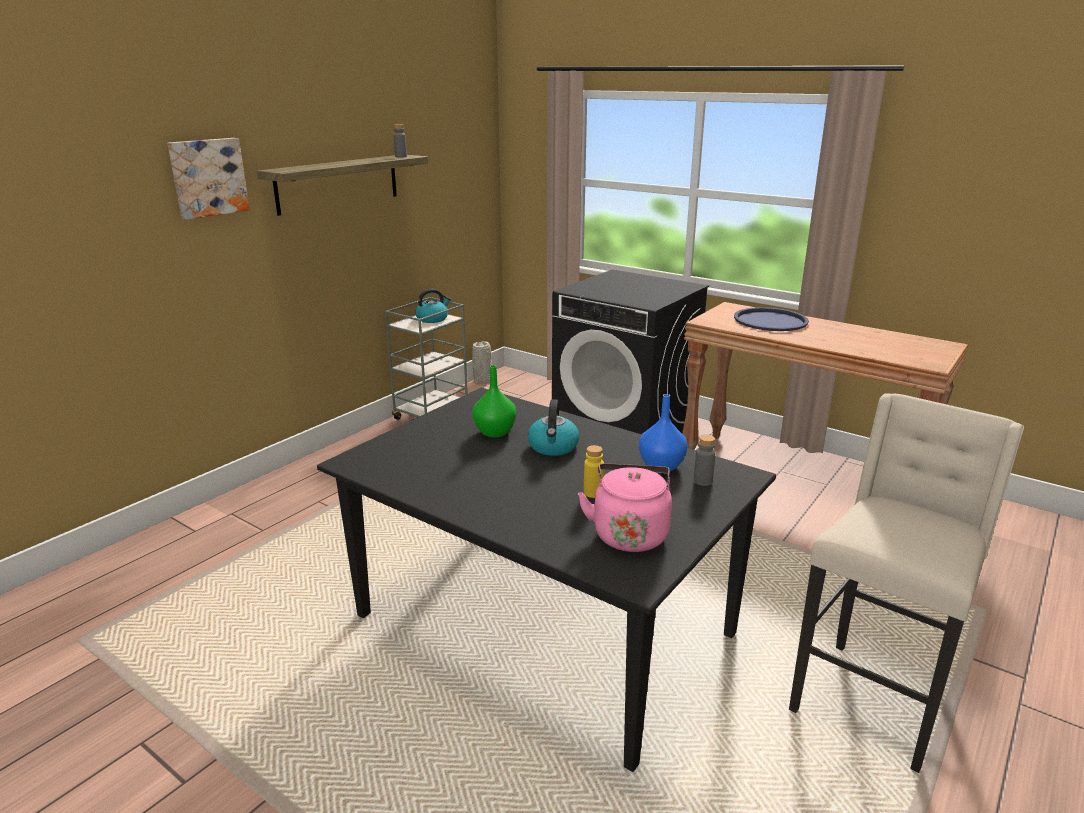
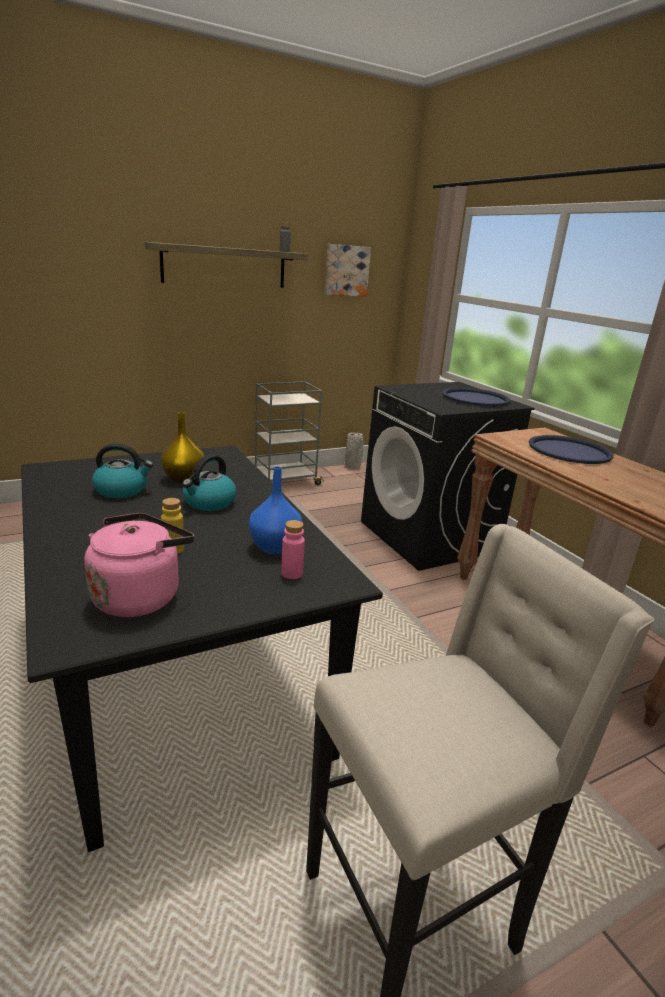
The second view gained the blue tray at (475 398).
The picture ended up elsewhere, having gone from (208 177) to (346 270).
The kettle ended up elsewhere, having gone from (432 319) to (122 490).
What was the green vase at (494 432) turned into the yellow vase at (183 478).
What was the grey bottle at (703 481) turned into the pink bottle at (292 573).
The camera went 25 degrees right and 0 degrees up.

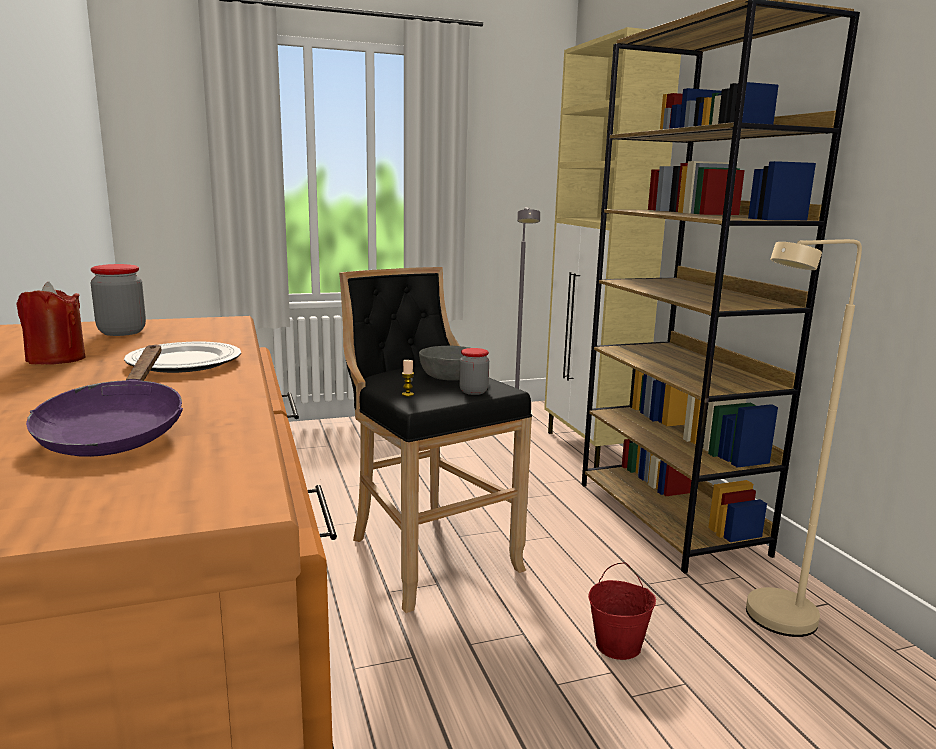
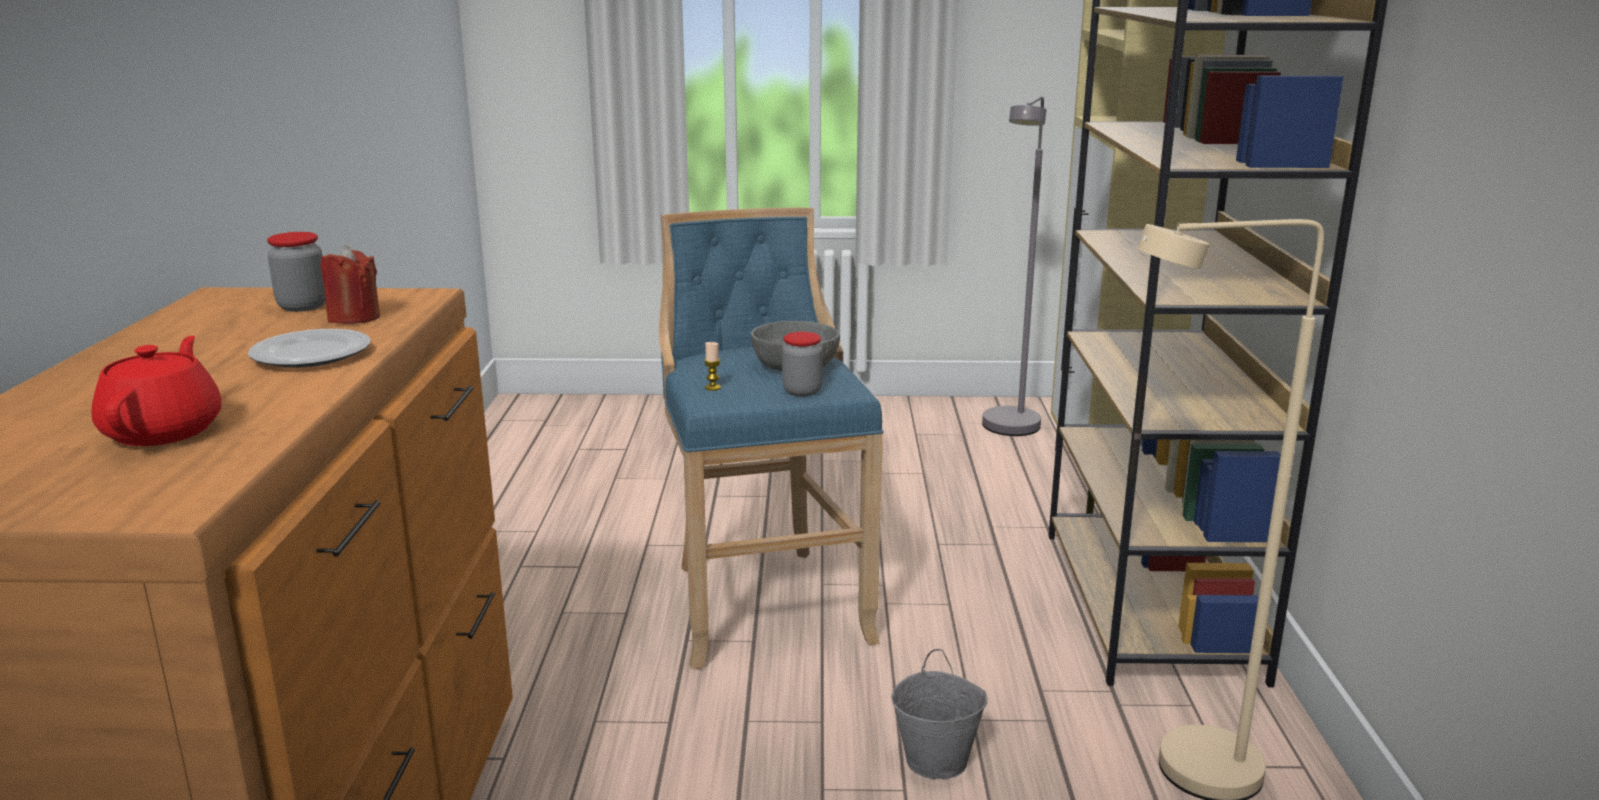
The red candle ended up elsewhere, having gone from (56 359) to (354 318).
Where the purple frying pan stood at (116 431), the red teapot came to stand at (165 431).
What was the black stool at (426 554) turned into the blue stool at (763 601).
What was the red bucket at (618 645) turned into the grey bucket at (937 760).
The camera went 20 degrees right and 5 degrees up.

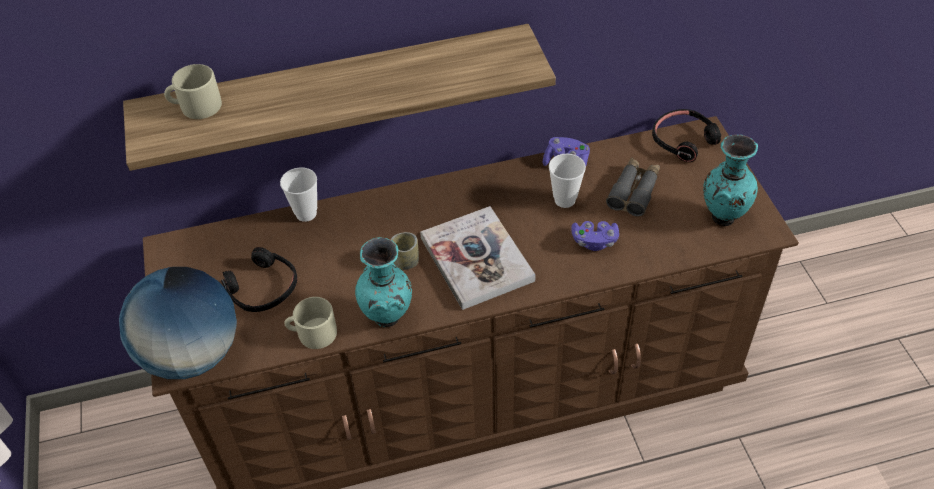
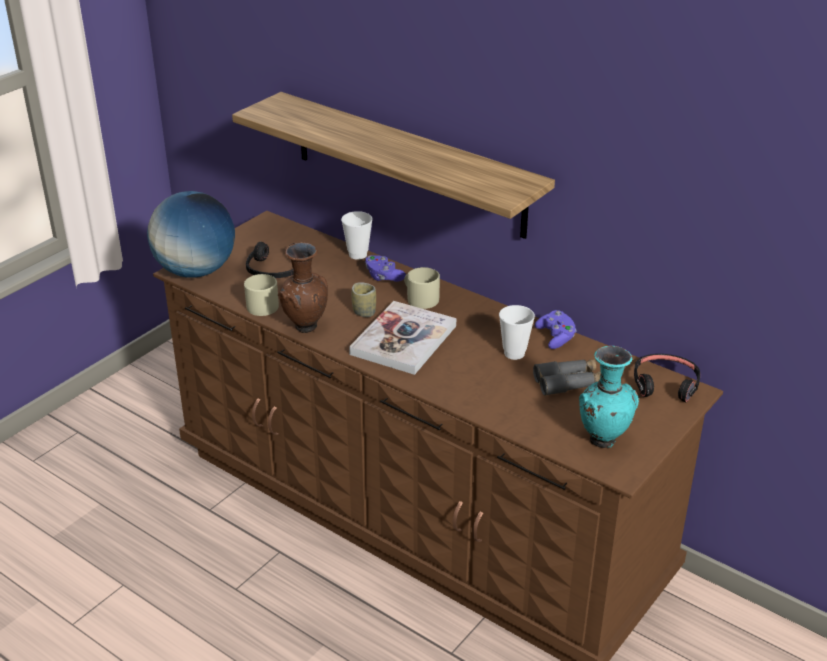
The beige mug ended up elsewhere, having gone from (196 106) to (420 298).
The purple game controller ended up elsewhere, having gone from (594 241) to (383 277).
What was the turquoise vase at (389 319) turned into the brown vase at (306 328).
The camera went 50 degrees right and 15 degrees down.

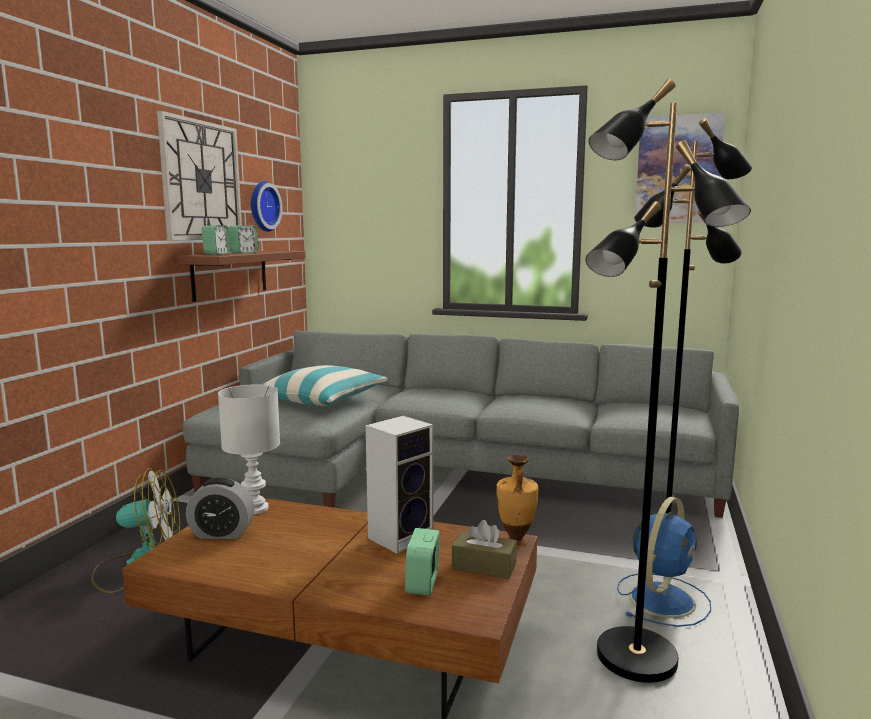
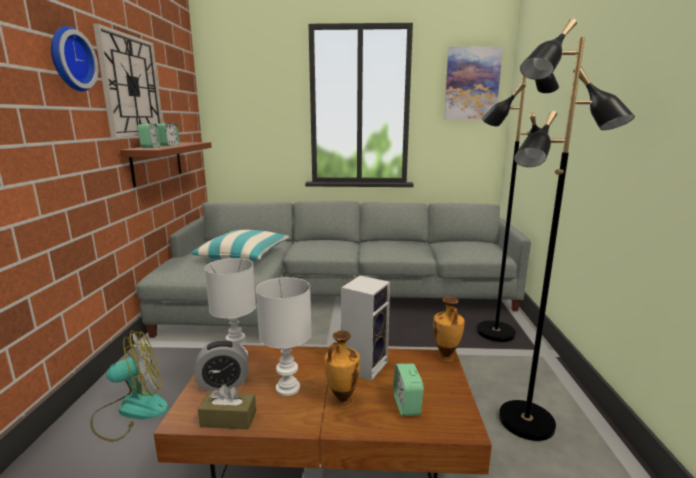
The second view lost the blue fan at (662 598).
The second view gained the white table lamp at (288 387).
The second view gained the vase at (342 402).
The wall clock ended up elsewhere, having gone from (262 206) to (69 59).
The brown tissue box ended up elsewhere, having gone from (484 566) to (228 419).
The camera went 15 degrees left and 5 degrees up.

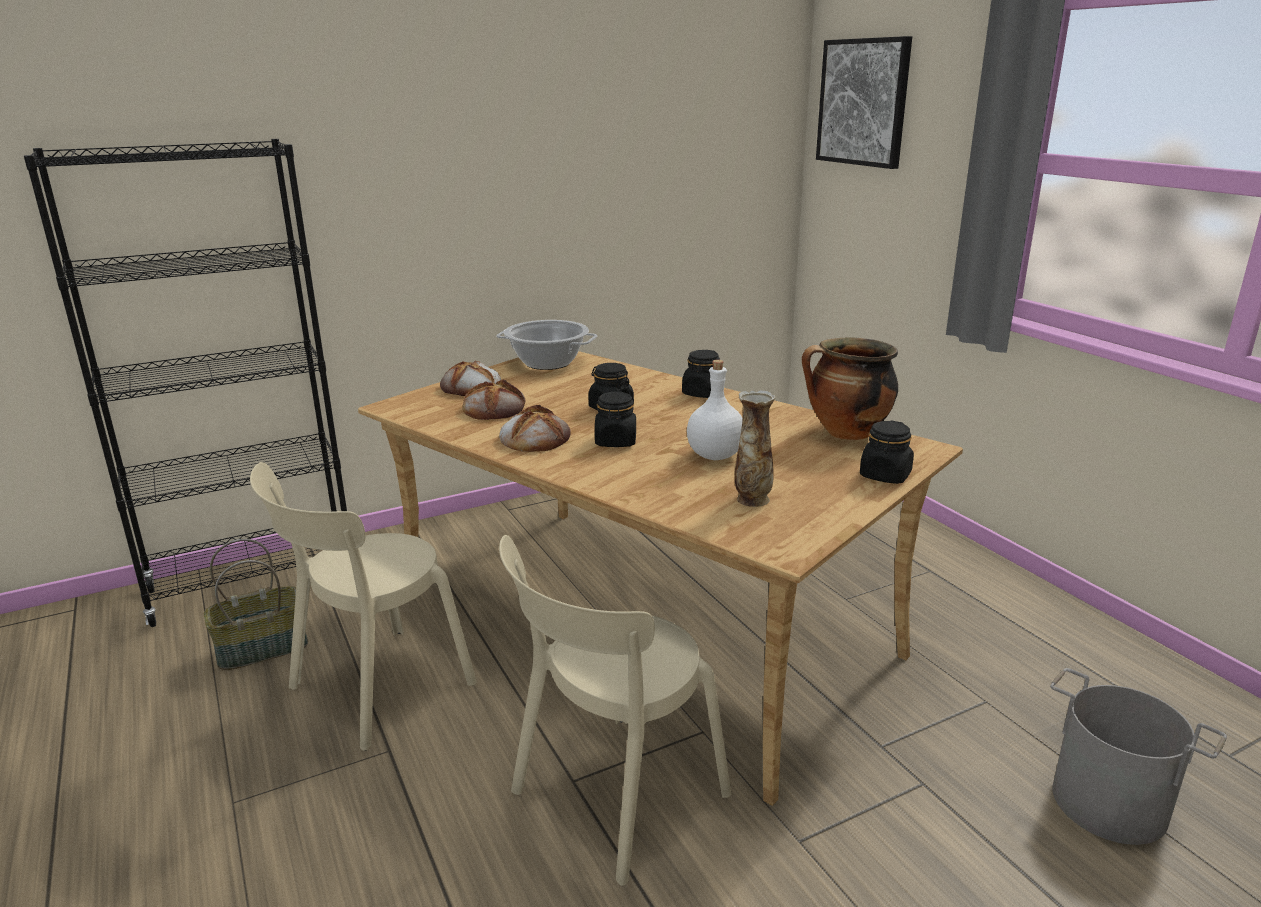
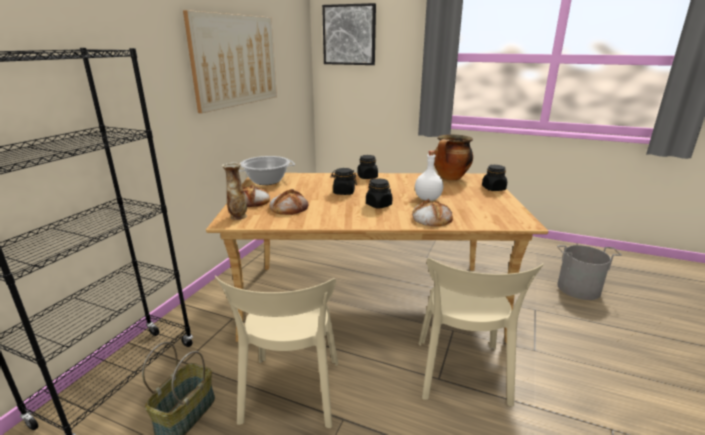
The second view gained the picture at (235 60).
The bread ended up elsewhere, having gone from (535 438) to (431 218).
The vase ended up elsewhere, having gone from (752 499) to (238 216).
The camera went 40 degrees left and 0 degrees up.

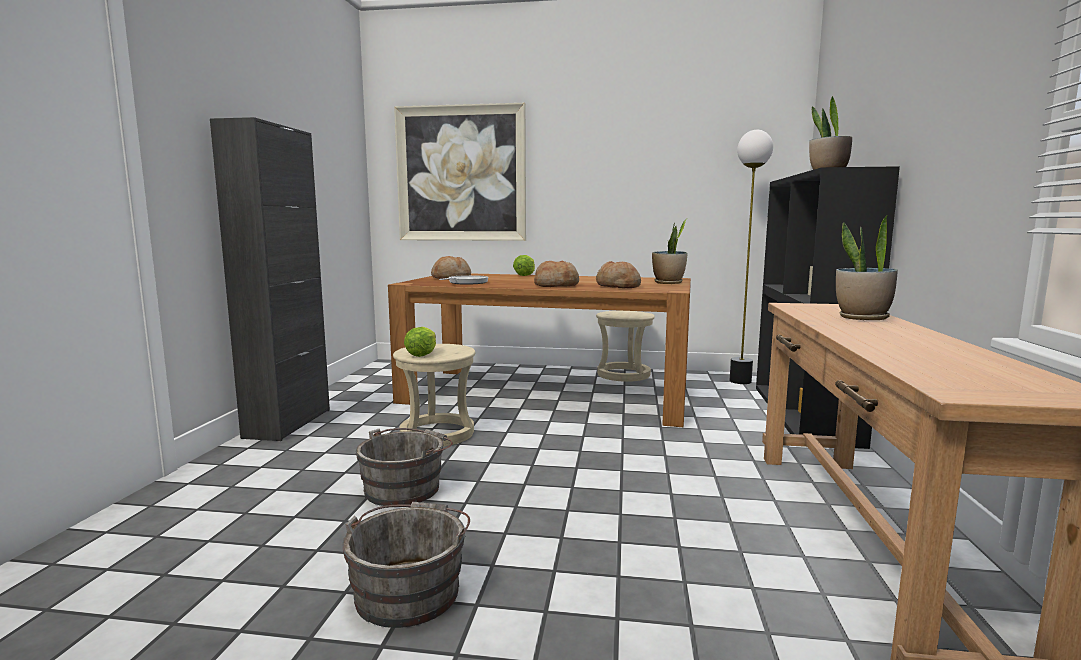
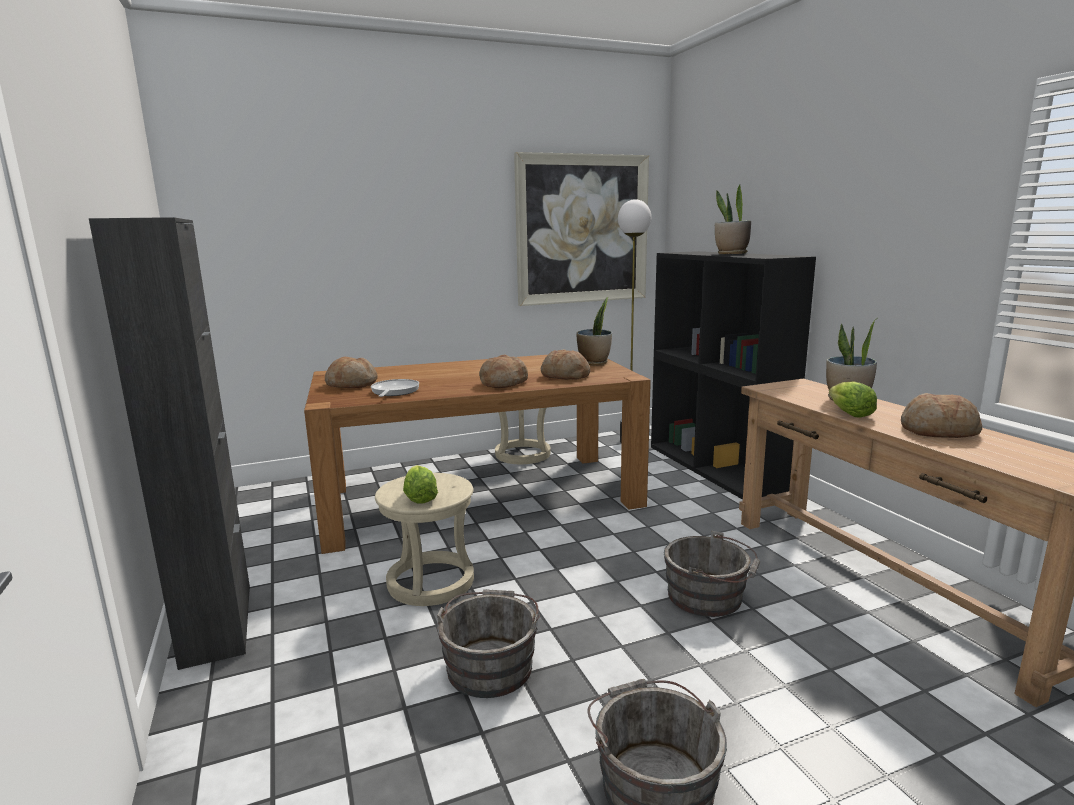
The second view gained the grey bucket at (709 597).
The second view gained the bread at (938 431).
The picture ended up elsewhere, having gone from (461 174) to (582 229).
The lettuce ended up elsewhere, having gone from (525 275) to (850 414).
The camera went 30 degrees left and 5 degrees up.

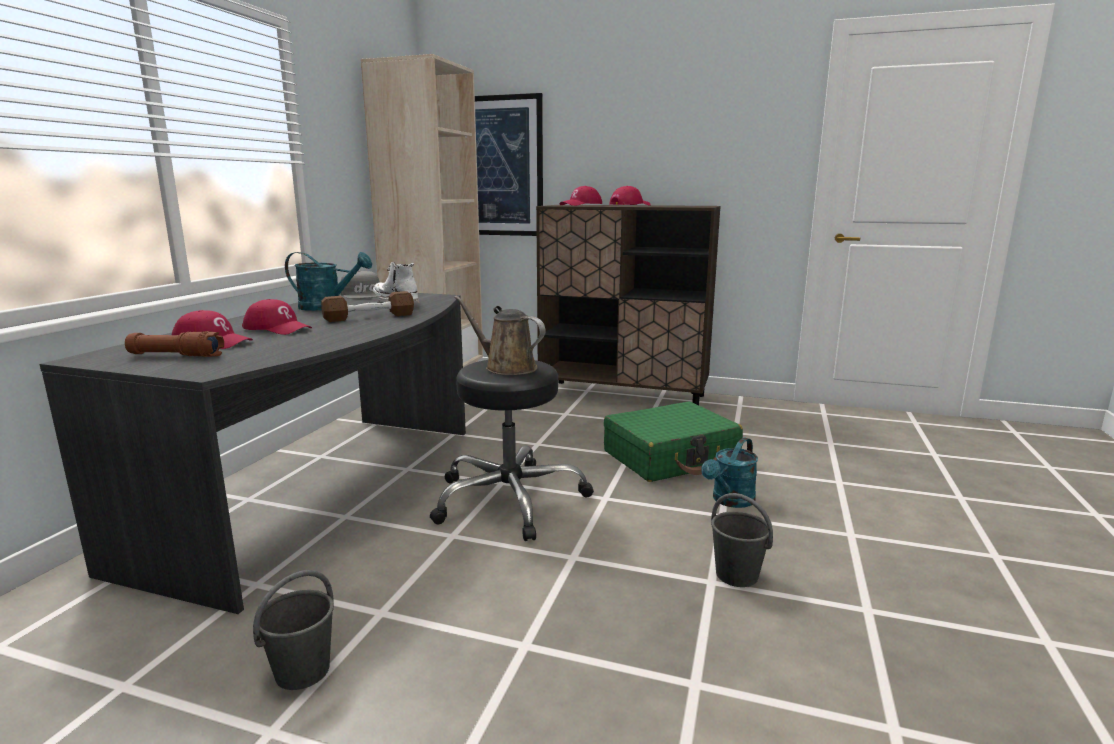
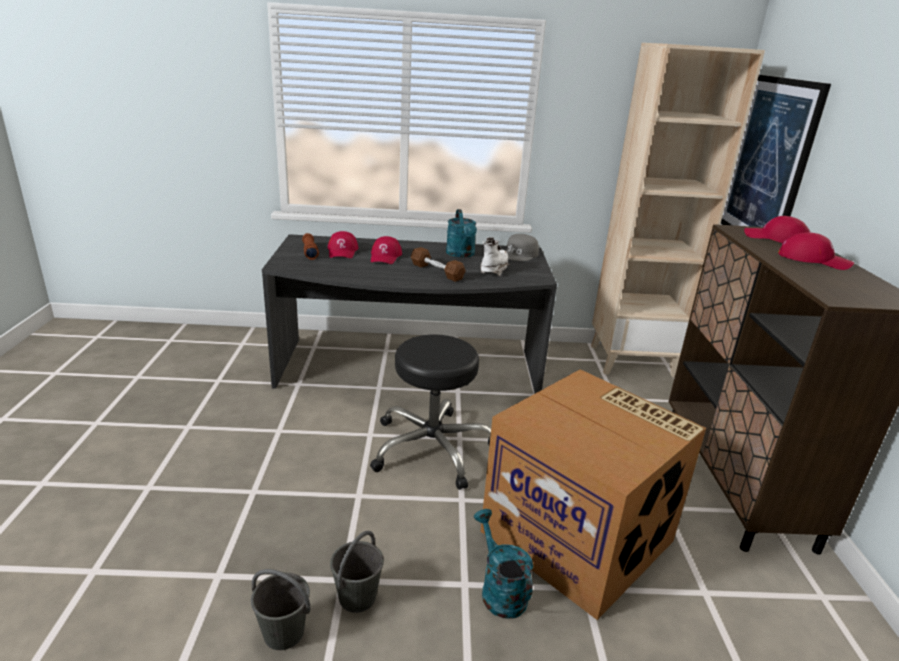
The second view lost the brown watering can at (506 367).
The grey bucket ended up elsewhere, having gone from (301 672) to (283 632).
Where the green suitcase stood at (671 457), the cardboard box came to stand at (580 536).
The turquoise watering can at (730 501) ended up facing another way, 45 degrees clockwise from before.
The camera went 70 degrees right and 10 degrees up.

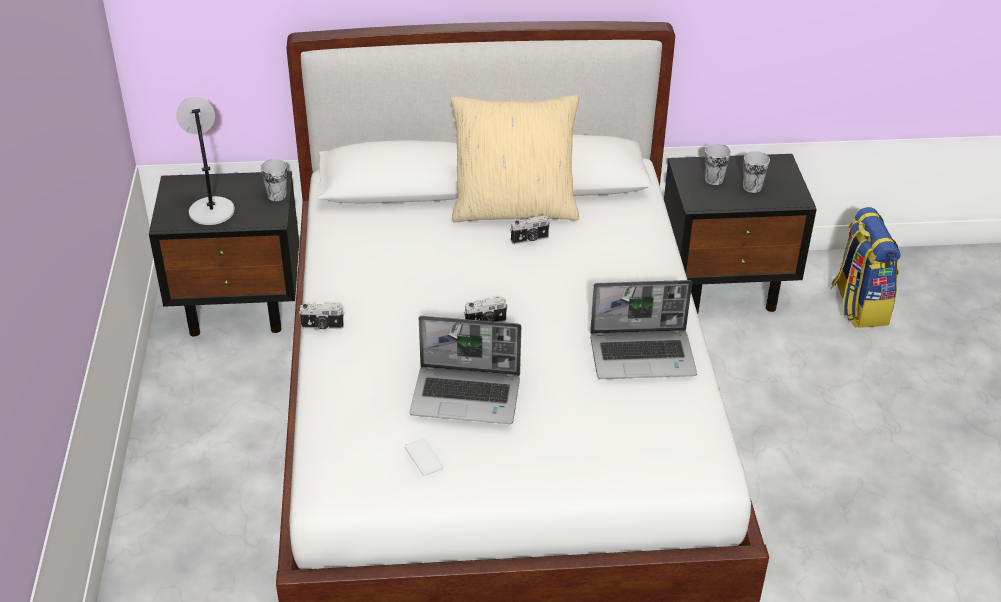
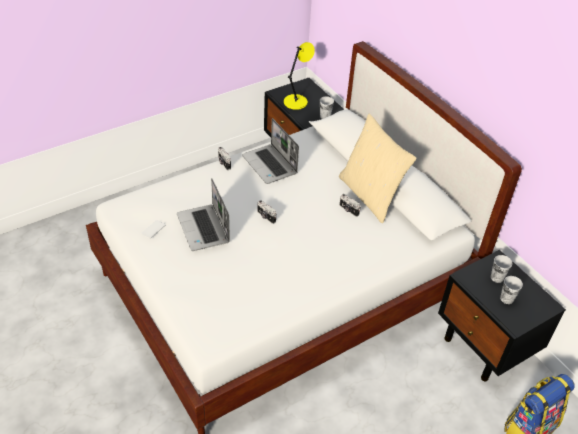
The laptop ended up elsewhere, having gone from (643 355) to (270 165).
What was the grey table lamp at (211 210) turned into the yellow table lamp at (296 101).
The camera went 60 degrees right and 5 degrees up.

